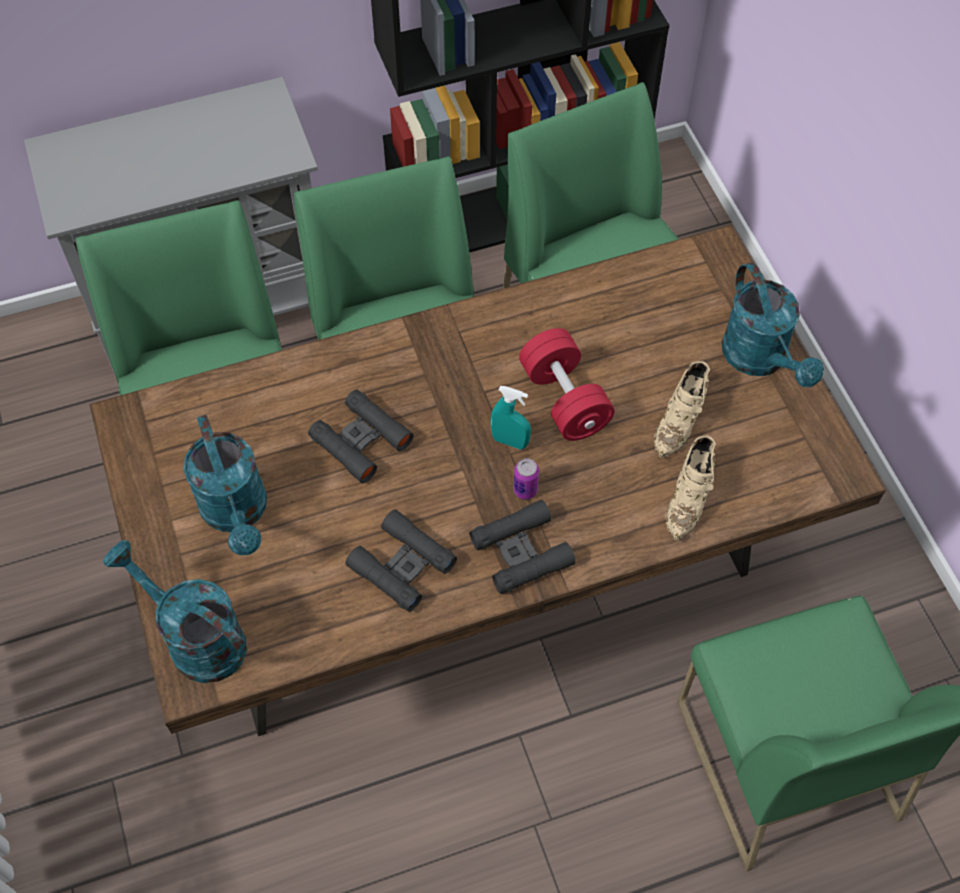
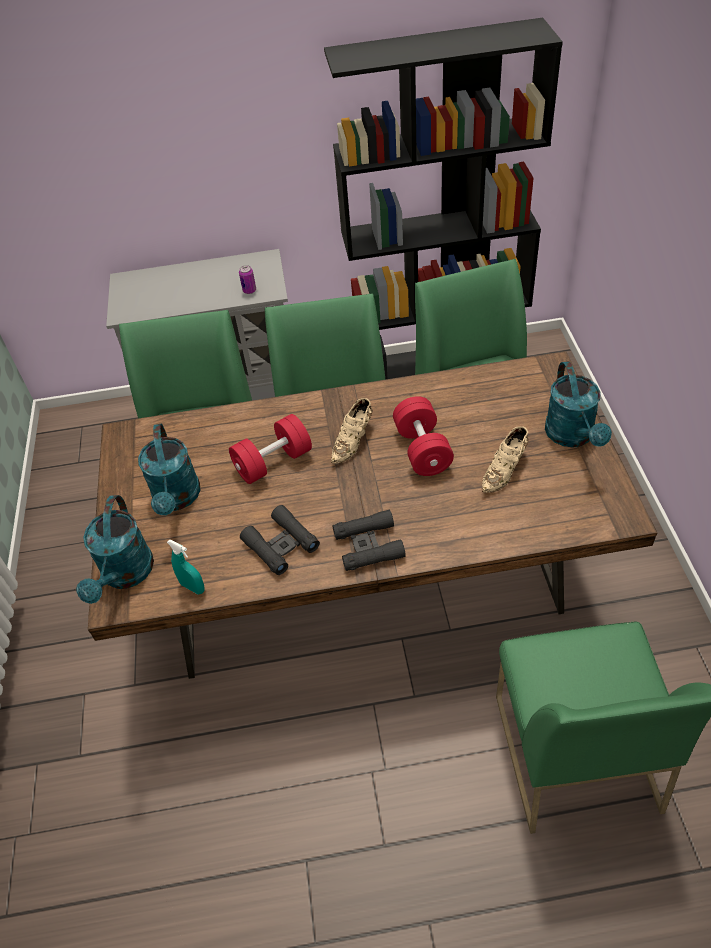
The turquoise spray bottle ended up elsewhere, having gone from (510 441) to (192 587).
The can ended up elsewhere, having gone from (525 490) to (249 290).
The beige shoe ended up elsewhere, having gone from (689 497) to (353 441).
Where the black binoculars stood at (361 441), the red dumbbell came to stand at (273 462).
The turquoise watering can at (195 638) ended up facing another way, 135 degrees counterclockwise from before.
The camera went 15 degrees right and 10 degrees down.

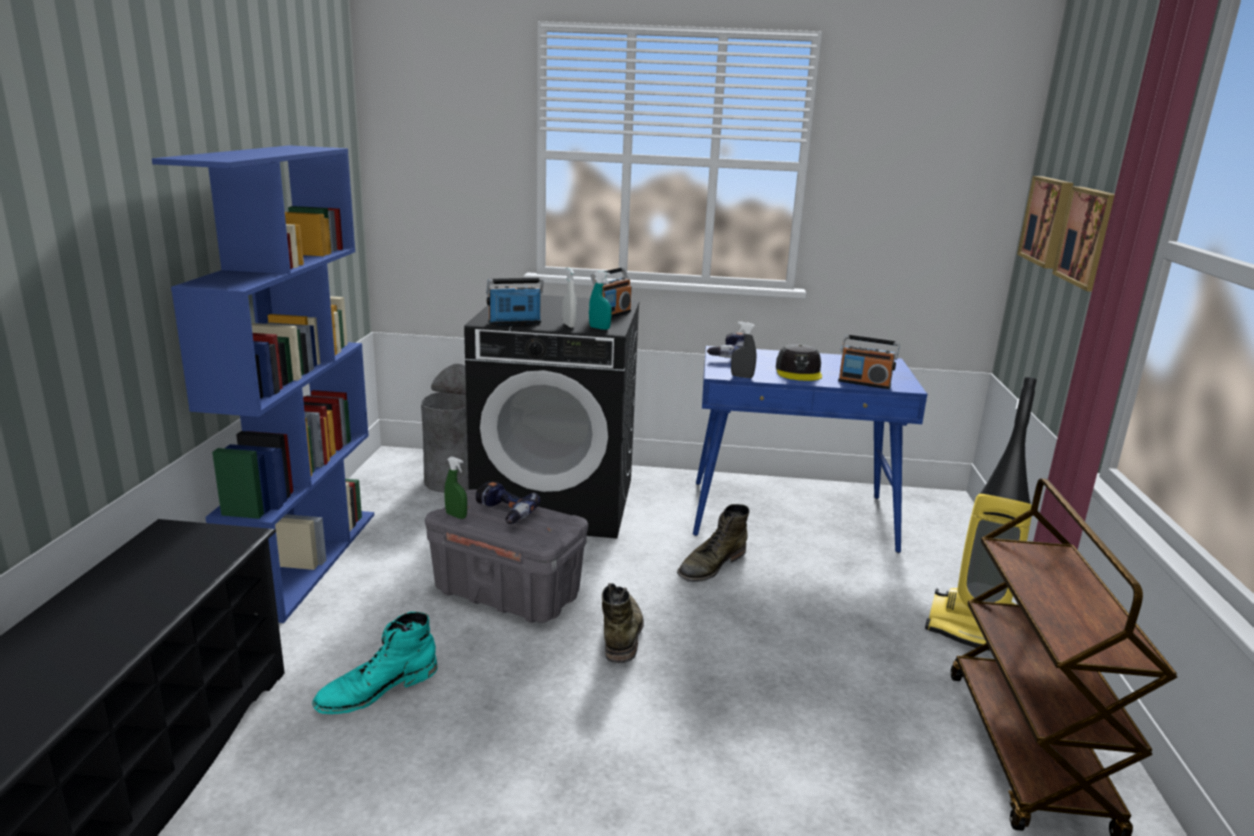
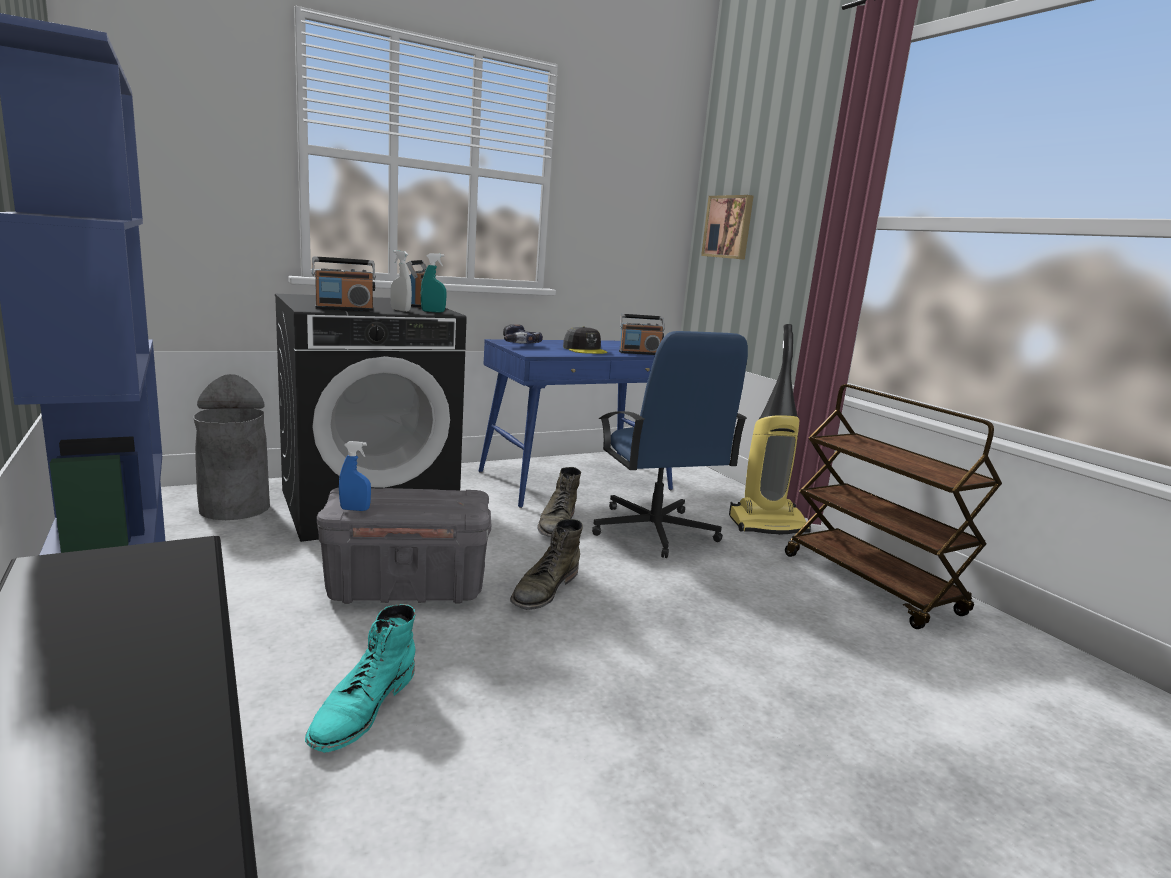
The second view lost the power drill at (503 513).
The second view lost the grey spray bottle at (742 376).
The second view lost the picture at (1090 237).
The second view gained the blue office chair at (654 531).
What was the green spray bottle at (456 515) turned into the blue spray bottle at (355 509).
The radio at (515 323) ended up facing another way, 150 degrees counterclockwise from before.
The green boot at (621 632) ended up facing another way, 120 degrees counterclockwise from before.
The camera went 35 degrees left and 5 degrees down.

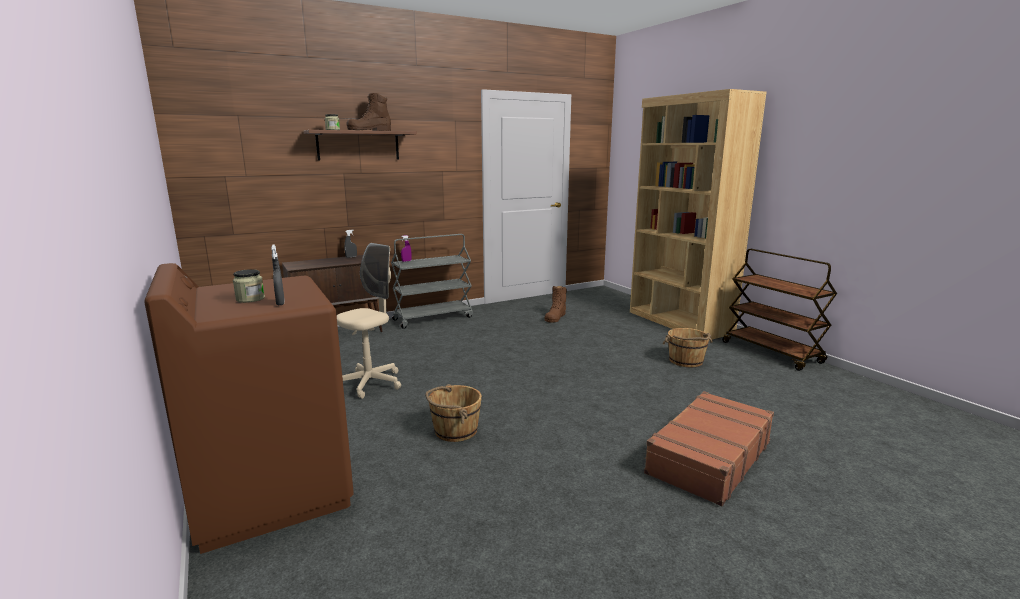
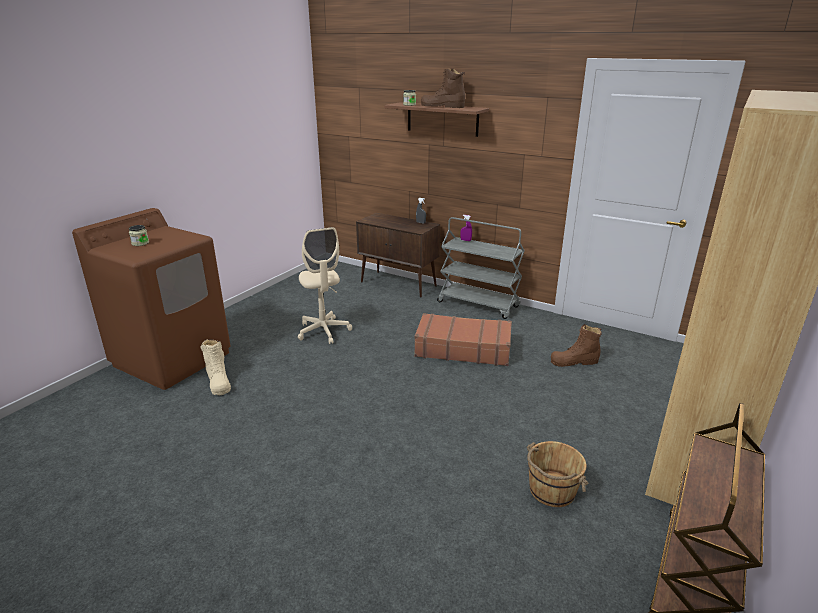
The second view lost the grey spray bottle at (280 303).
The second view lost the brown bucket at (455 430).
The second view gained the beige boot at (218 382).
The brown suitcase ended up elsewhere, having gone from (708 457) to (463 348).
The beige office chair at (370 383) ended up facing another way, 60 degrees clockwise from before.
The camera went 60 degrees right and 10 degrees up.

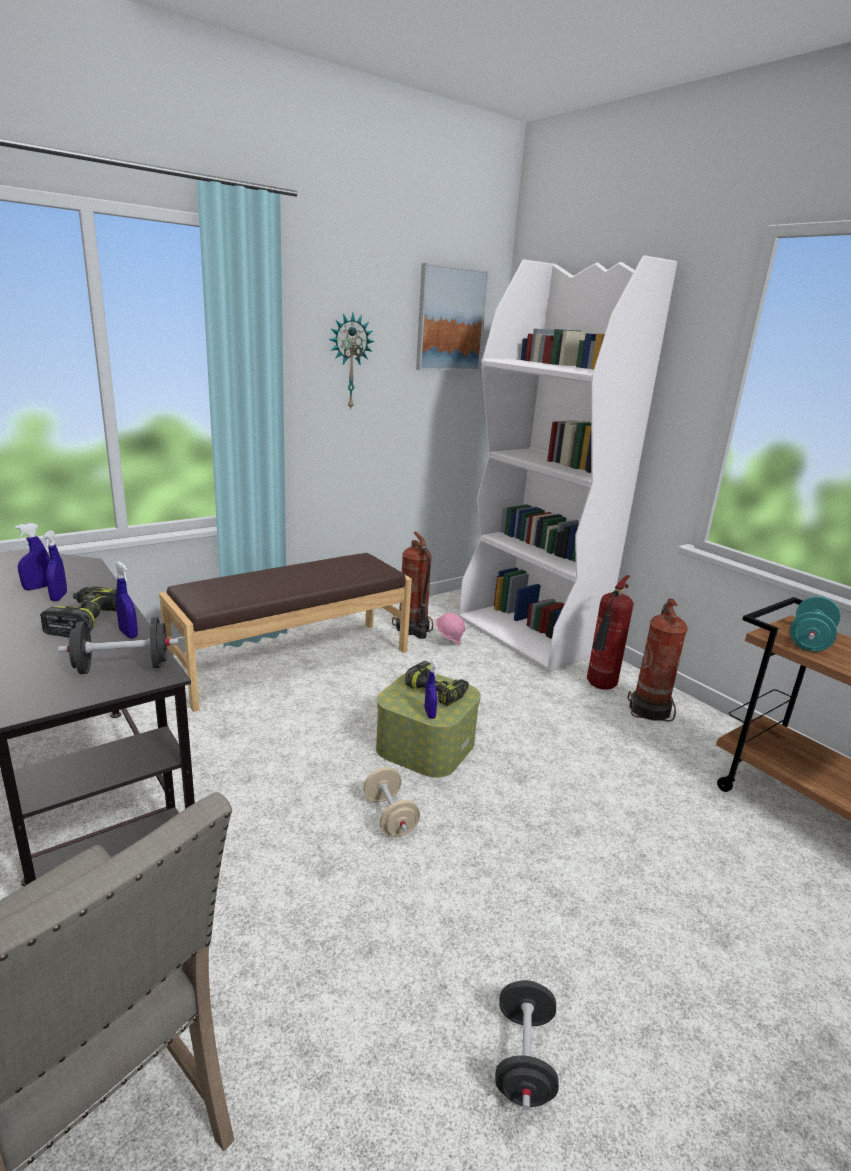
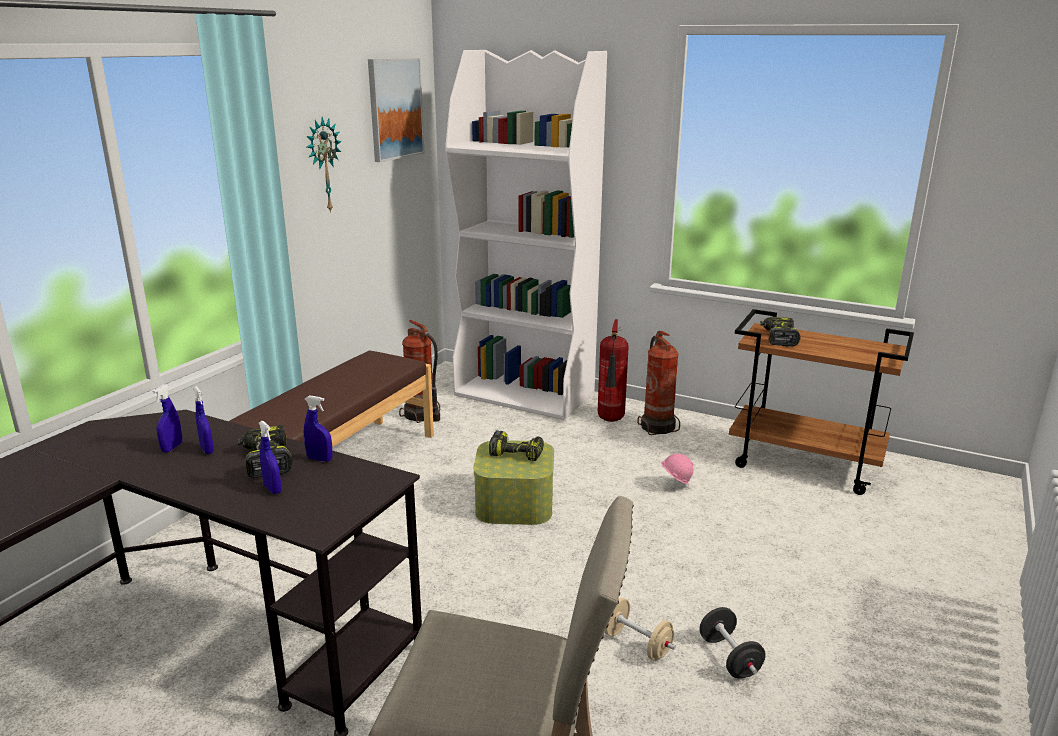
The second view lost the black dumbbell at (122 667).
The beige dumbbell ended up elsewhere, having gone from (390 817) to (637 644).
The blue spray bottle ended up elsewhere, having gone from (429 713) to (272 489).
The pink hard hat ended up elsewhere, having gone from (448 642) to (674 486).
Where the turquoise dumbbell stood at (809 640), the power drill came to stand at (778 338).
The camera went 25 degrees left and 0 degrees up.

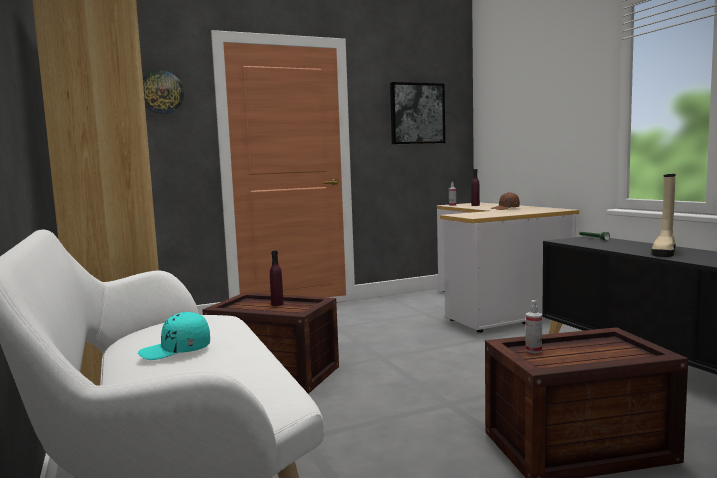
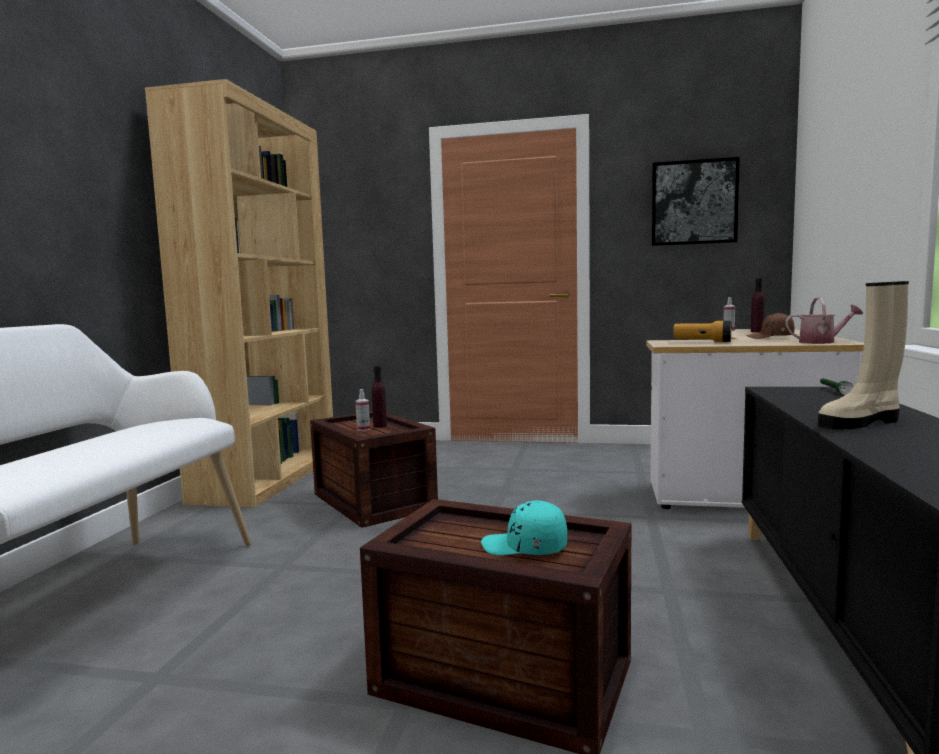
The second view lost the wall clock at (161 92).
The second view gained the flashlight at (702 341).
The second view gained the watering can at (821 342).
The turquoise cap ended up elsewhere, having gone from (176 351) to (524 548).
The spray bottle ended up elsewhere, having gone from (533 350) to (363 429).
The camera went 35 degrees right and 0 degrees up.

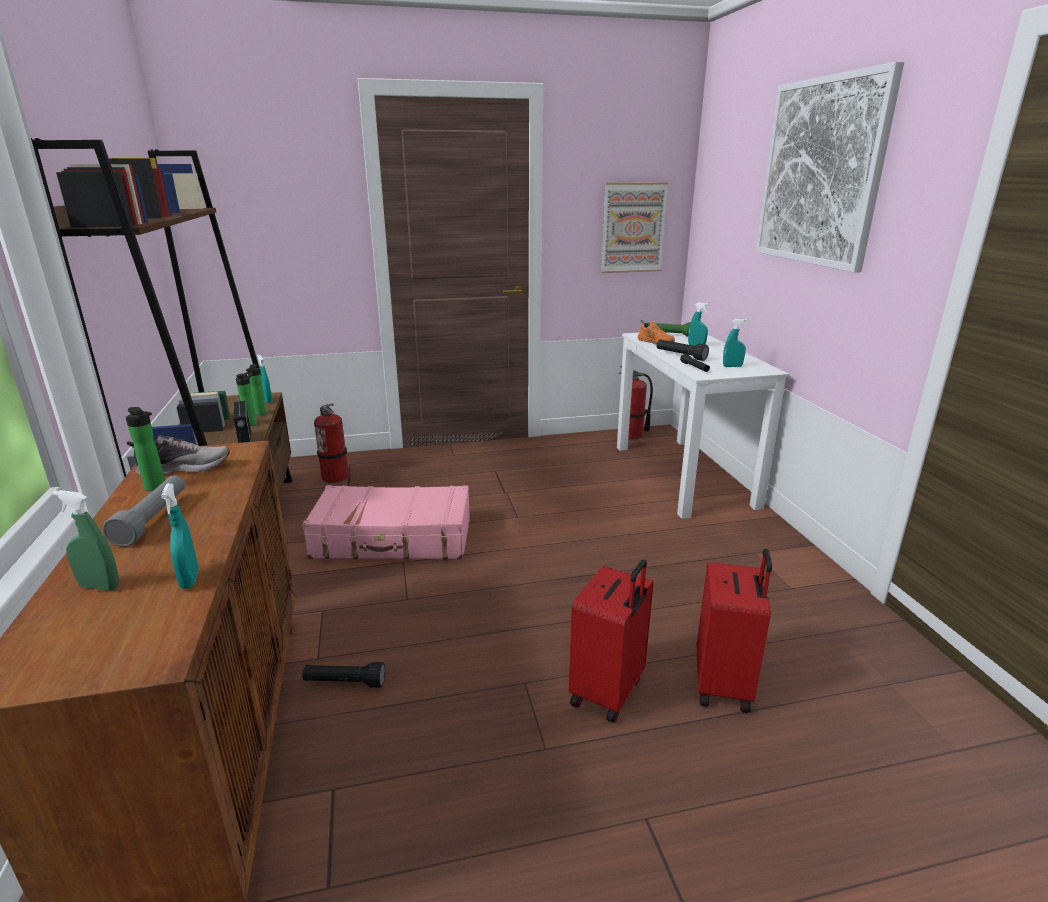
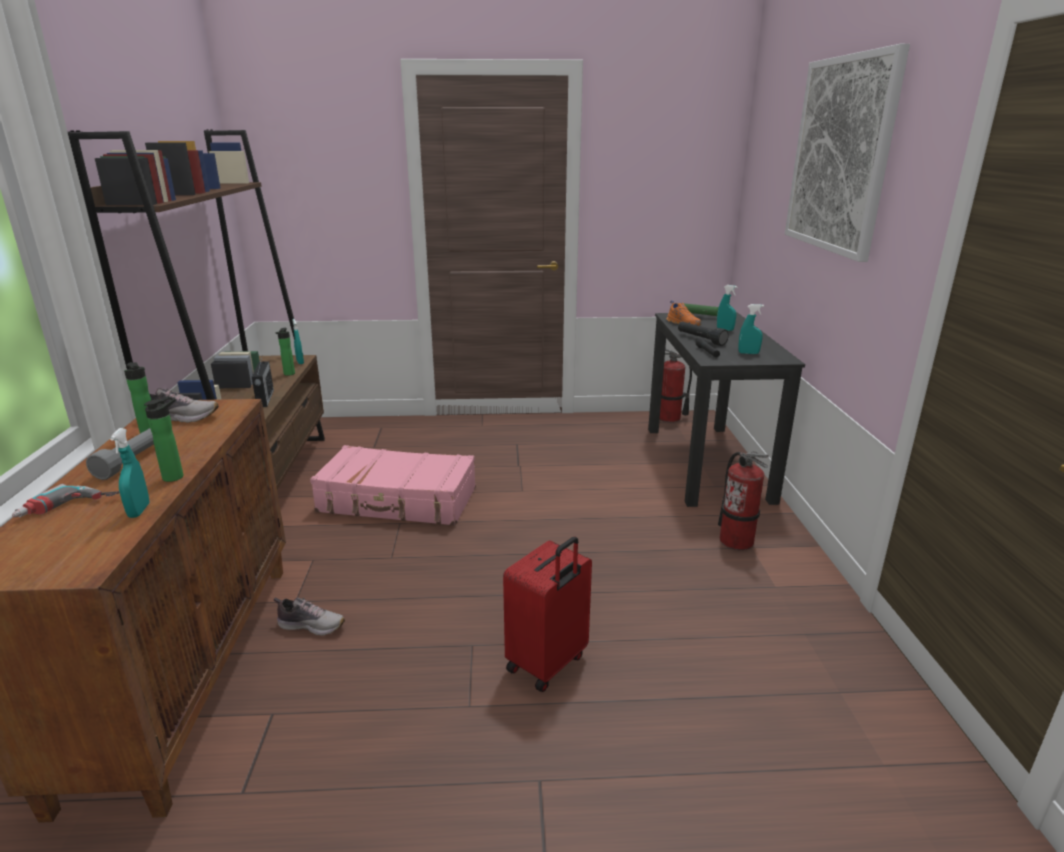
The second view lost the picture at (633 228).
The second view lost the red suitcase at (724 684).
The bottle ended up elsewhere, having gone from (252 423) to (176 476).
The fire extinguisher ended up elsewhere, having gone from (335 477) to (736 540).
Where the green spray bottle stood at (100 586), the power drill came to stand at (70 509).
Where the black flashlight stood at (344 683), the shoe came to stand at (311 625).
What was the white desk at (683 475) turned into the black desk at (706 463).
The camera went 10 degrees right and 0 degrees up.

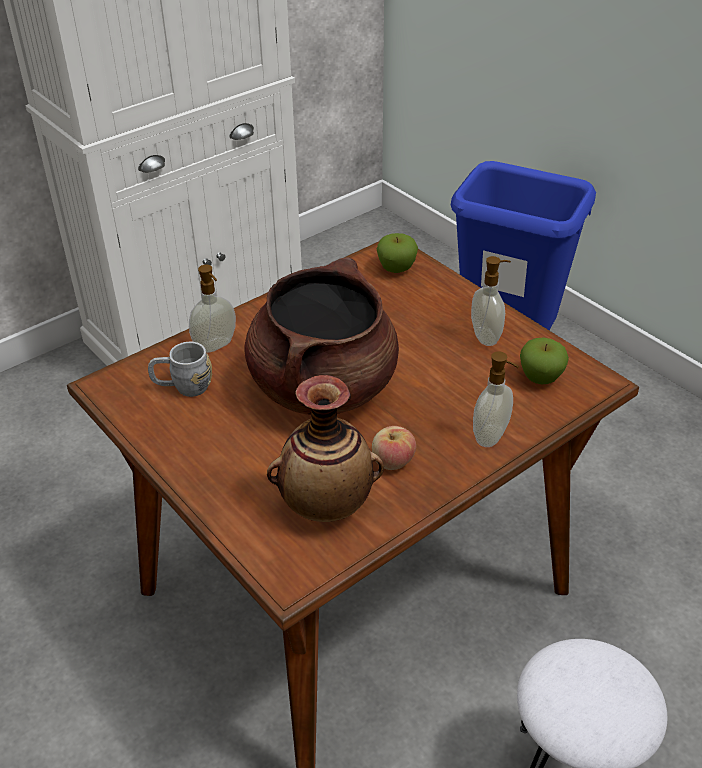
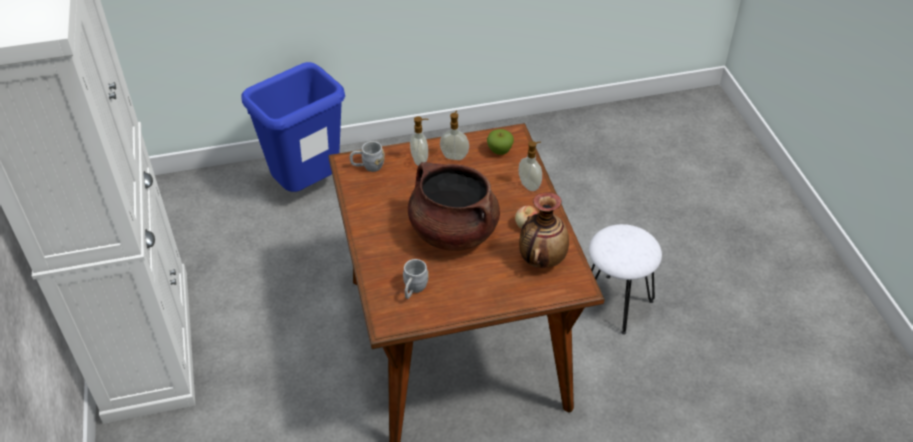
The soap dispenser ended up elsewhere, having gone from (216 346) to (420 160).
Where the apple stood at (396 269), the grey mug came to stand at (368 166).
The camera went 65 degrees left and 5 degrees up.

